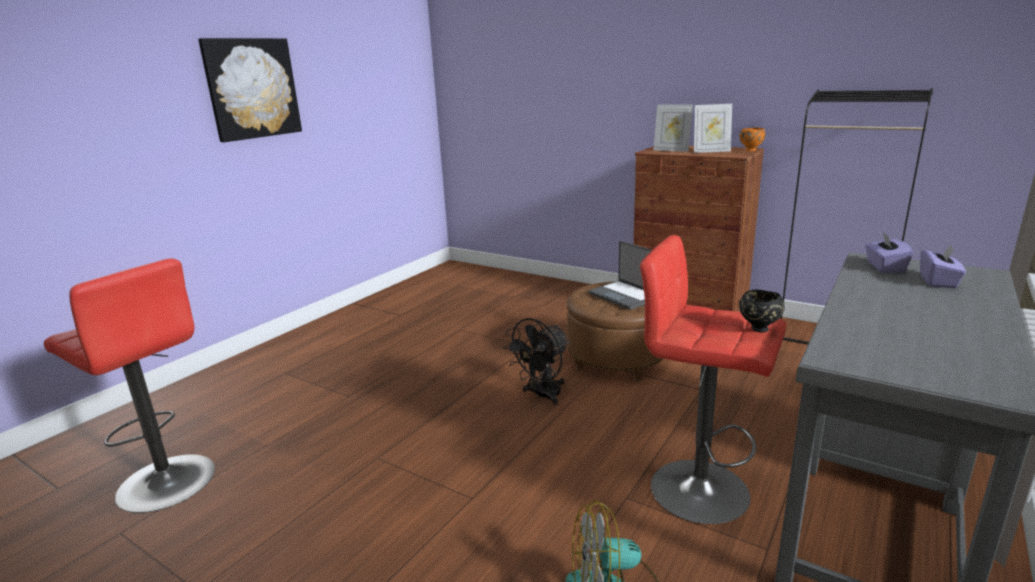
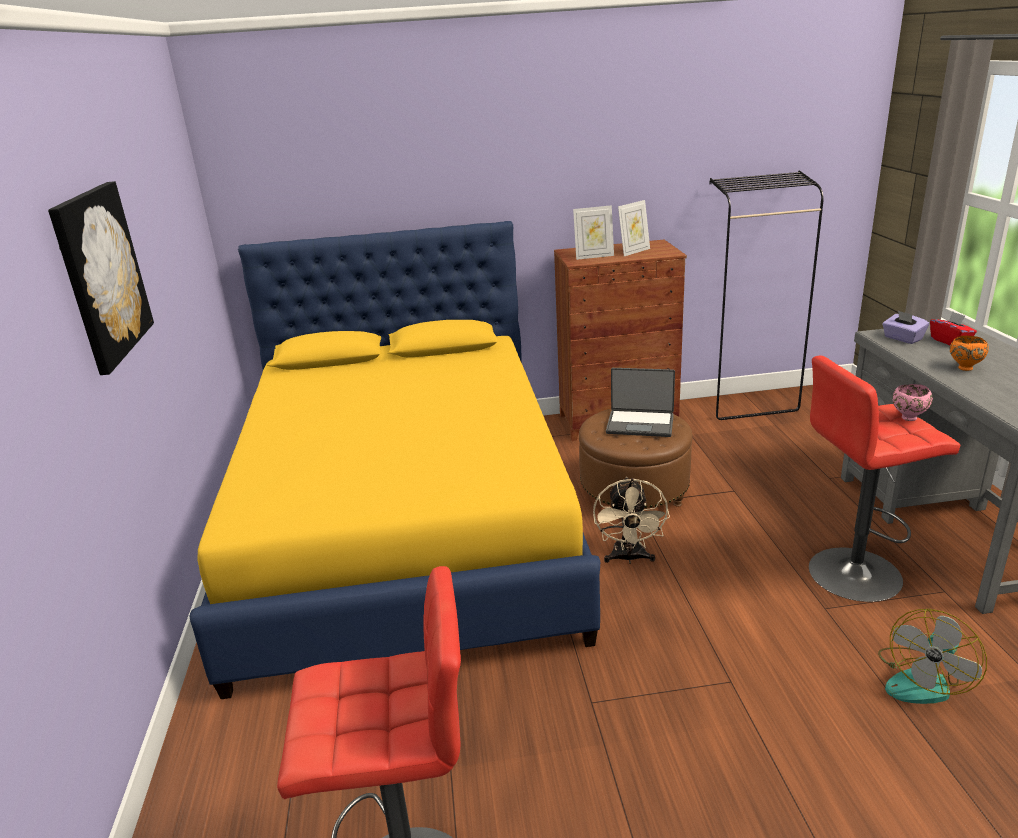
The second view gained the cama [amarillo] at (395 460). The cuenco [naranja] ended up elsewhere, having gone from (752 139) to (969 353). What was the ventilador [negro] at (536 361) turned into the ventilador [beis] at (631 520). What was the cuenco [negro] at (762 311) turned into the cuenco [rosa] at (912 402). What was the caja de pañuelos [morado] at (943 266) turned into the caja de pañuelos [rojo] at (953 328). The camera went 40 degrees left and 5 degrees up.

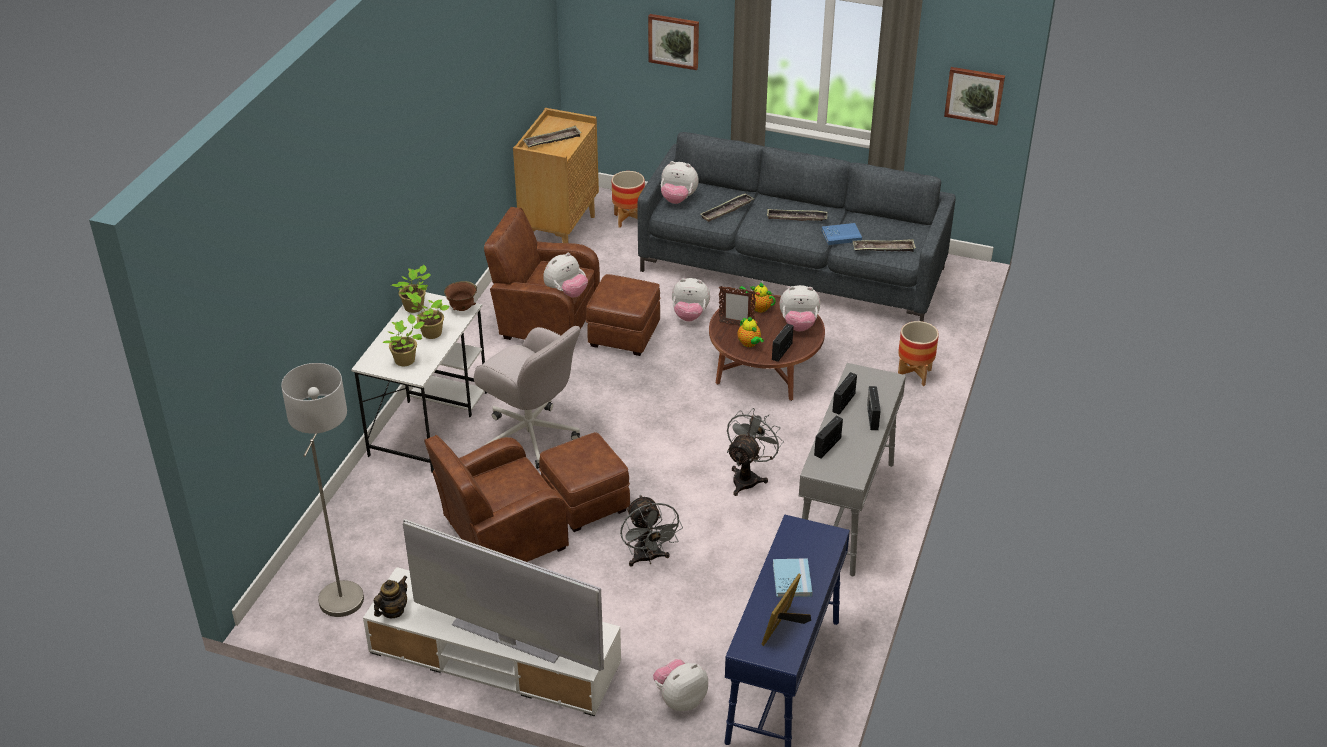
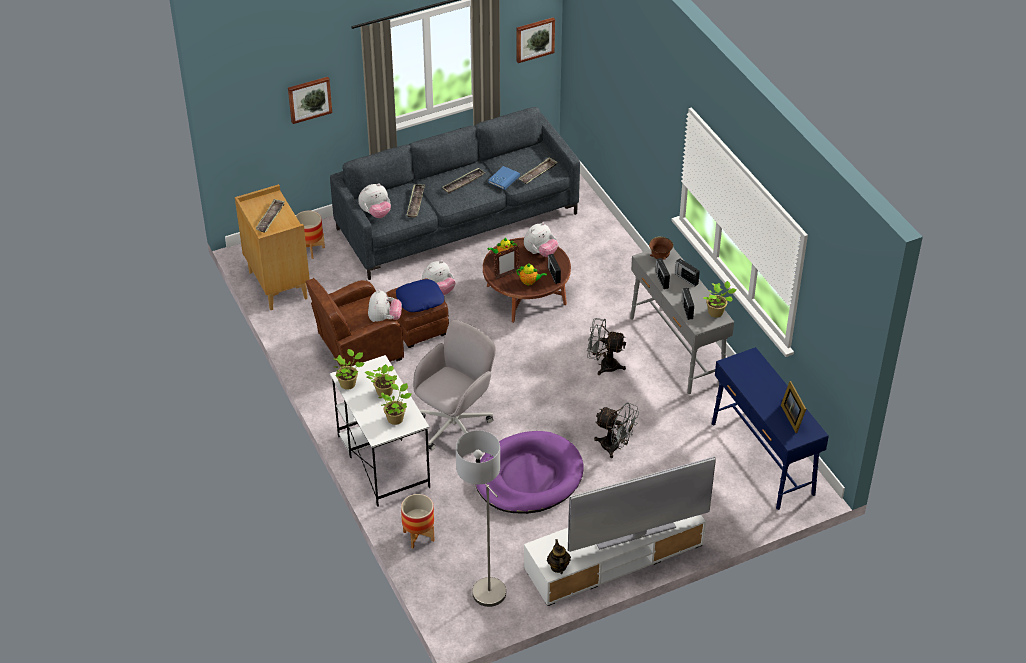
The second view lost the peluche at (680 685). The second view lost the libro [azul] at (792 577). The second view gained the cojín [azul] at (420 295). The second view gained the planta en maceta at (719 299). The cuenco [marrón] ended up elsewhere, having gone from (460 296) to (661 248). The maceta ended up elsewhere, having gone from (918 353) to (418 521). Where the sillón [marrón] stood at (527 497), the cama para perro [morado] came to stand at (529 472). The silla de oficina [gris] at (527 397) ended up facing another way, 45 degrees counterclockwise from before. The ventilador [gris] at (755 452) ended up facing another way, 60 degrees counterclockwise from before. The camera went 45 degrees left and 5 degrees up.

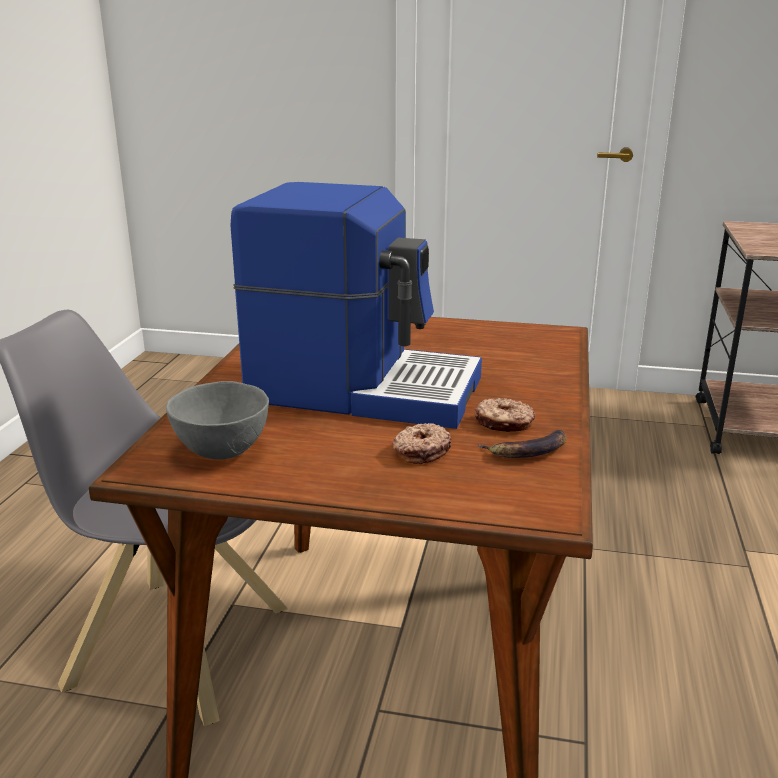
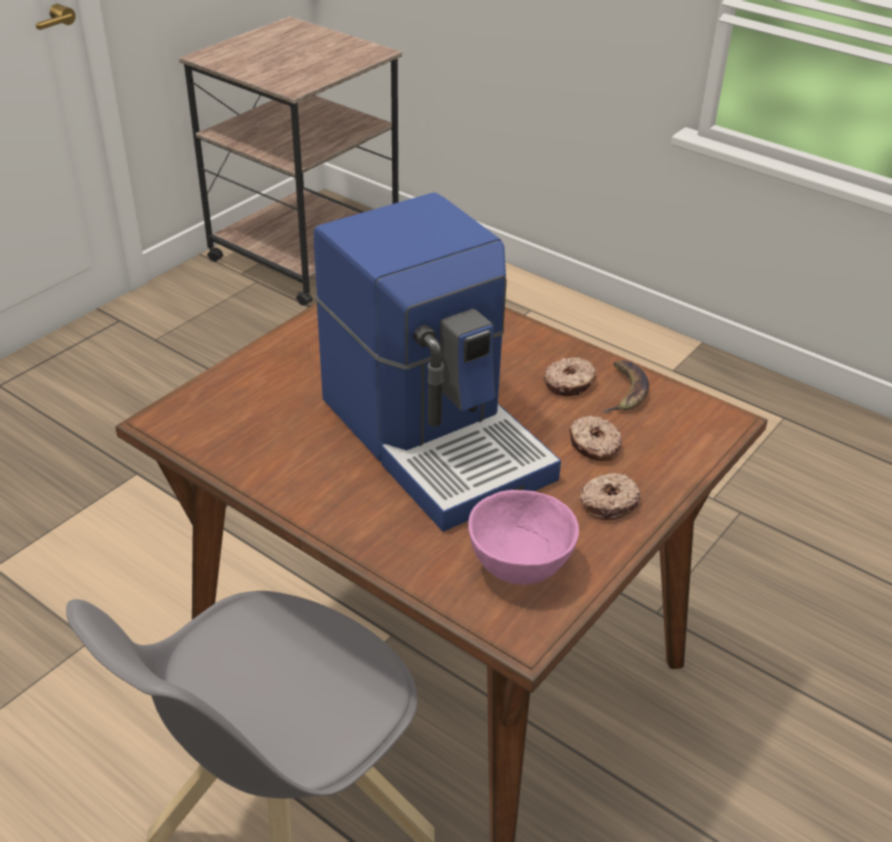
The second view gained the rosquilla at (610 496). What was the cuenco [gris] at (217 420) turned into the cuenco [rosa] at (523 537). The cafetera at (356 305) ended up facing another way, 105 degrees clockwise from before. The camera went 65 degrees left and 15 degrees up.

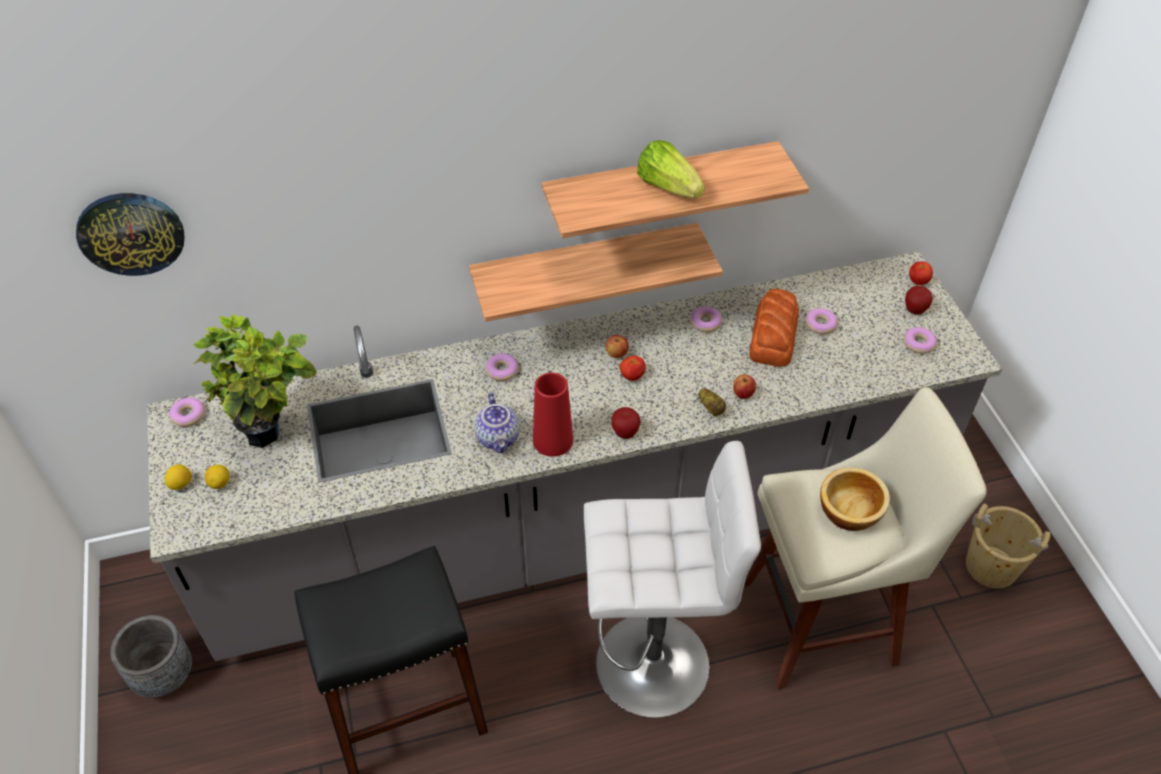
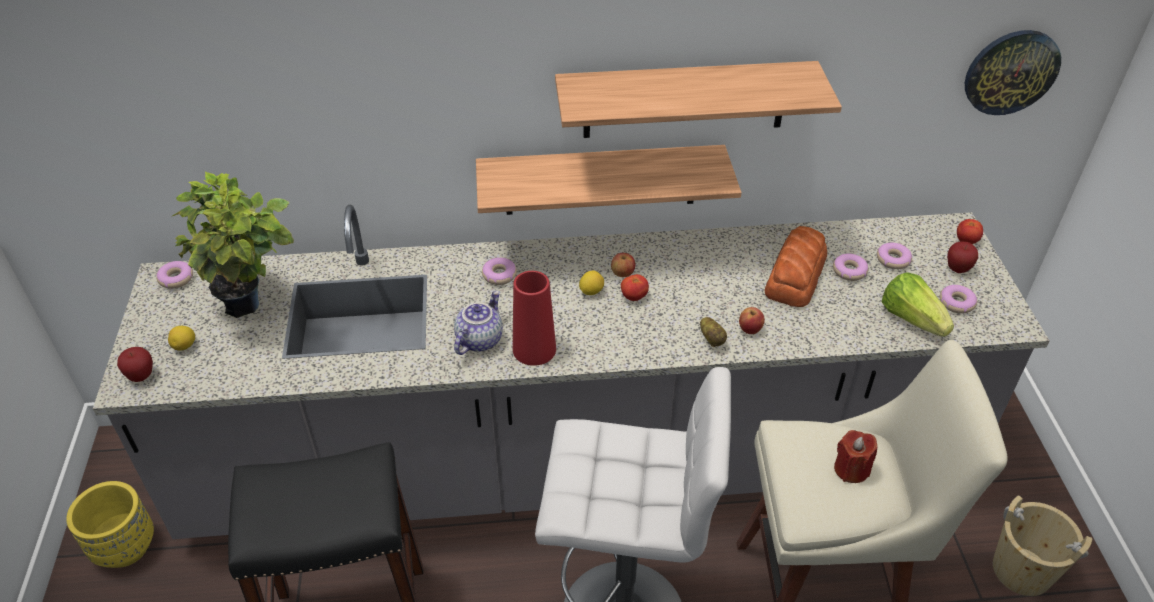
The reloj de pared ended up elsewhere, having gone from (130 234) to (1013 72). The limón ended up elsewhere, having gone from (178 477) to (591 283). The manzana ended up elsewhere, having gone from (626 423) to (135 364). The lechuga ended up elsewhere, having gone from (671 169) to (918 304). The rosquilla ended up elsewhere, having gone from (706 320) to (894 256). Where the cuenco stood at (855 499), the vela [rojo] came to stand at (855 456). What was the maceta [gris] at (151 656) turned into the maceta [amarillo] at (110 524). The tetera at (497 422) ended up facing another way, 150 degrees counterclockwise from before. The camera went 10 degrees right and 5 degrees down.

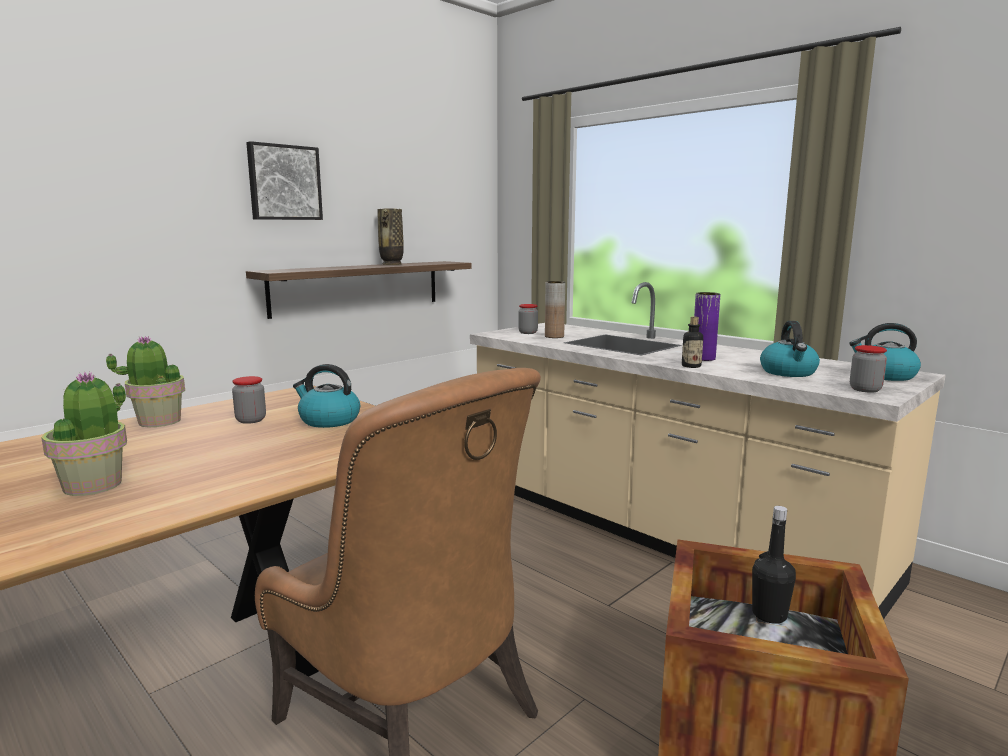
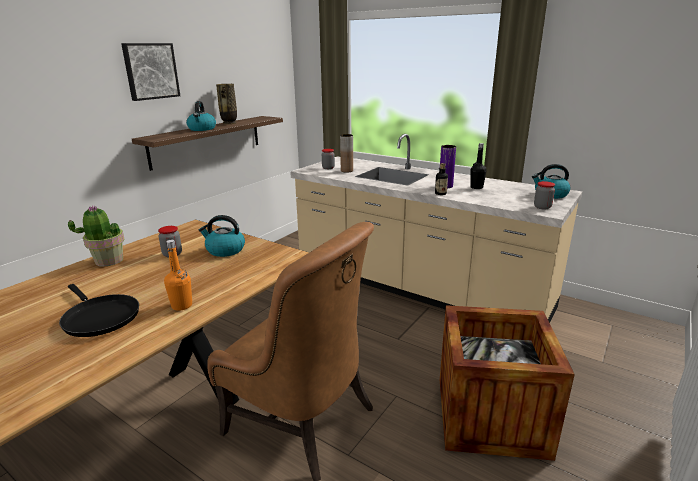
The second view gained the botella [naranja] at (178 275). The botella [negro] ended up elsewhere, having gone from (774 565) to (478 166). The hervidor ended up elsewhere, having gone from (790 349) to (201 116). Where the planta en maceta stood at (84 434), the sartén [negro] came to stand at (99 310). The camera went 10 degrees left and 10 degrees up.

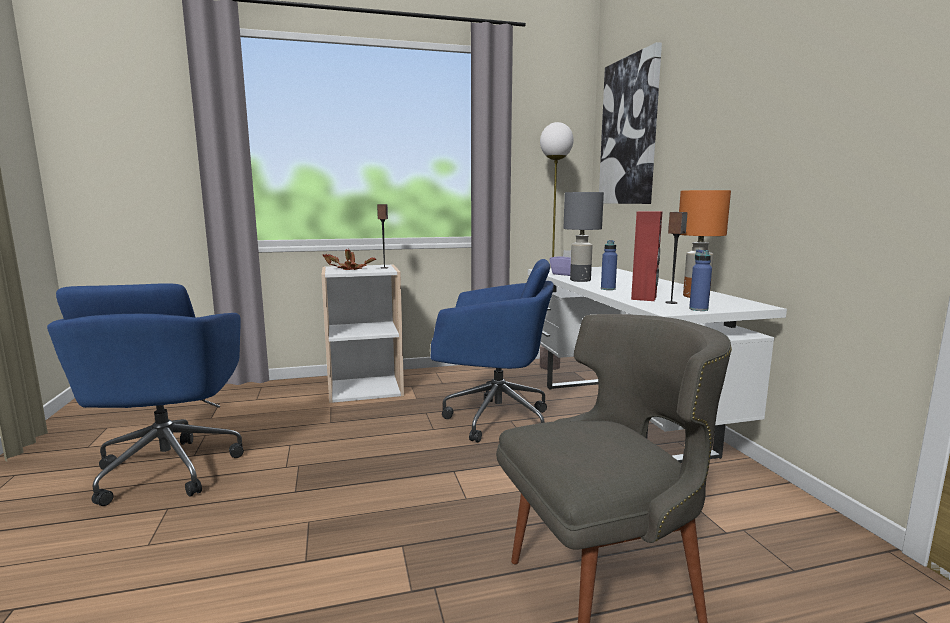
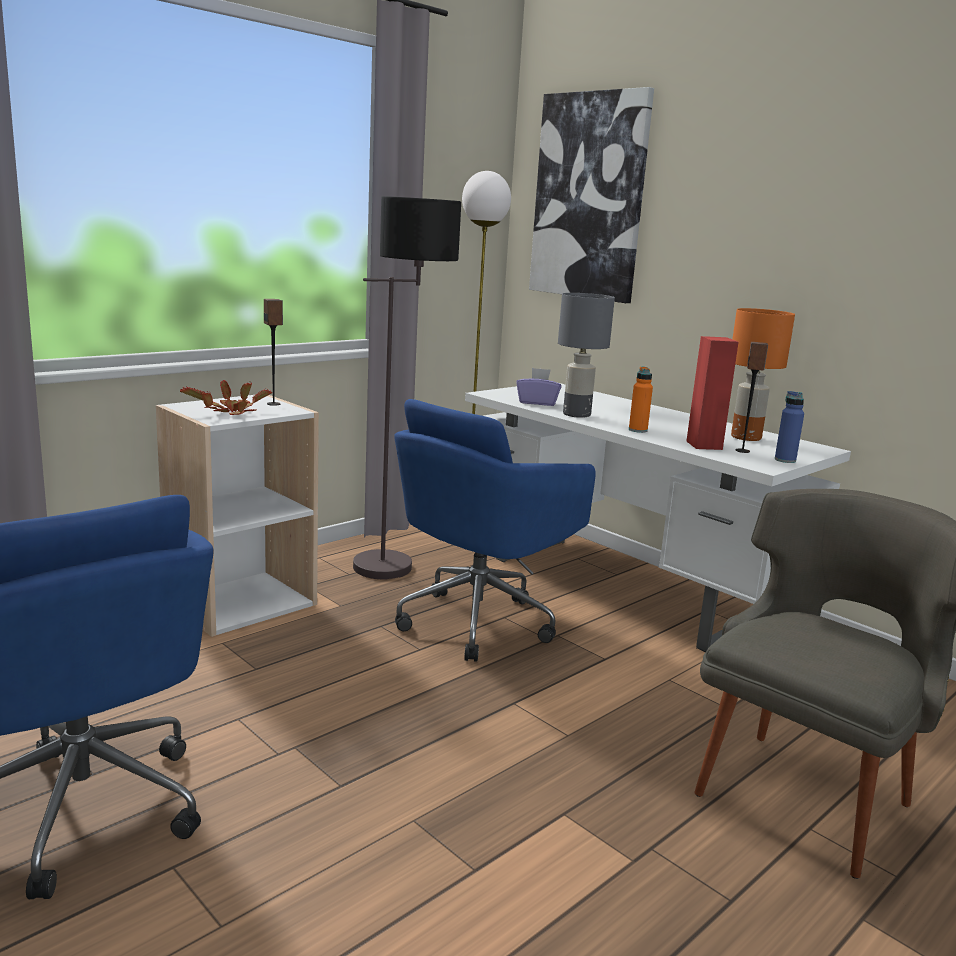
The second view gained the lámpara de pie [negro] at (407 387). What was the botella [azul] at (609 265) turned into the botella [naranja] at (641 400). The silla de oficina [azul] at (492 350) ended up facing another way, 150 degrees clockwise from before. The camera went 30 degrees left and 5 degrees up.

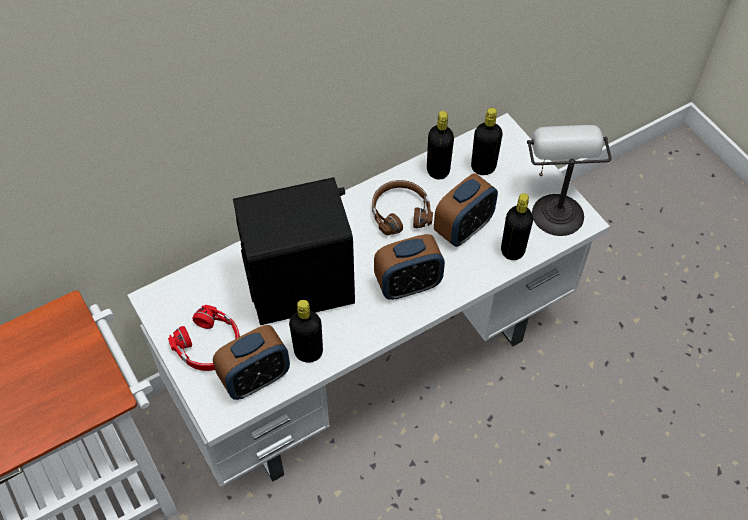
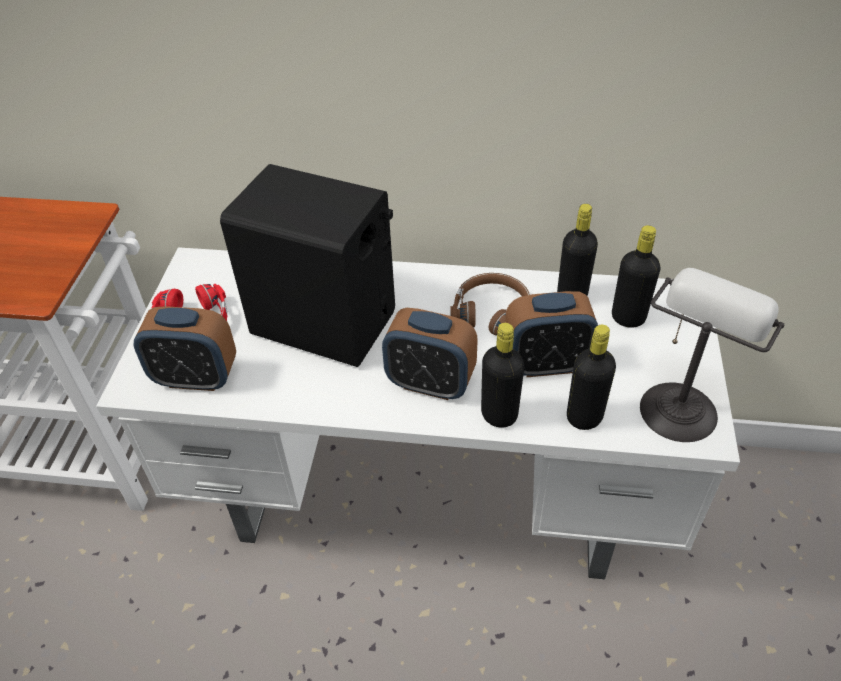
The botella [negro] ended up elsewhere, having gone from (306 331) to (502 375). The camera went 40 degrees right and 10 degrees down.

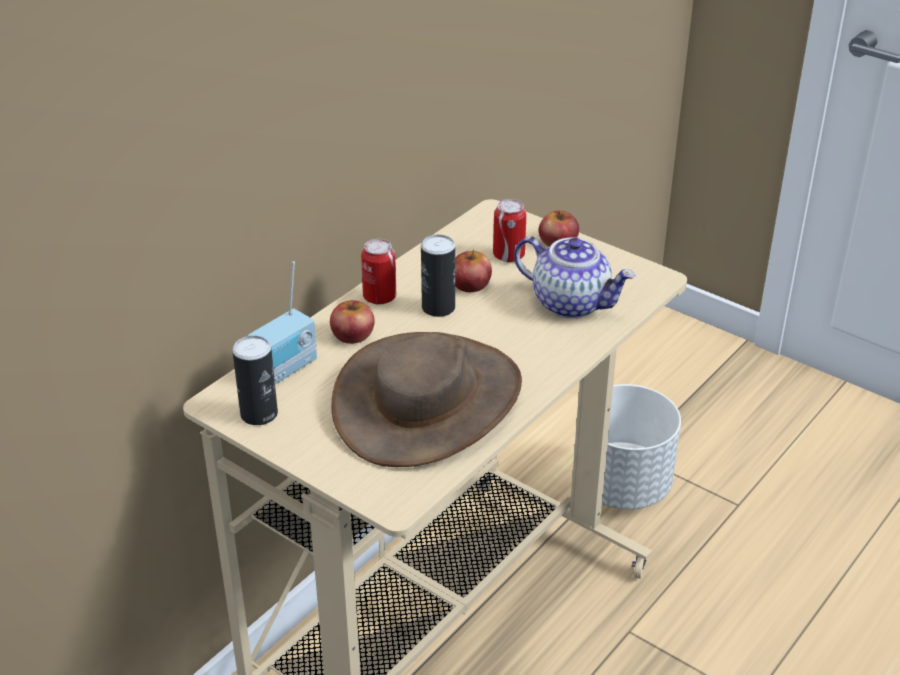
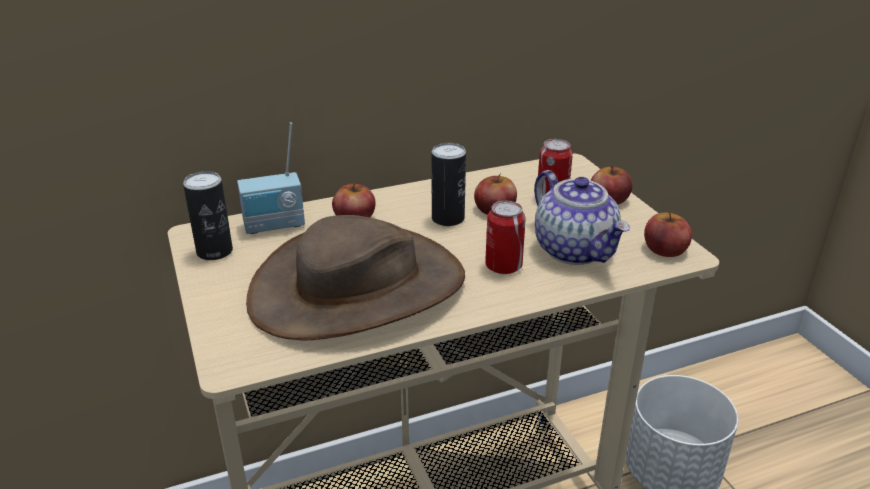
The second view gained the manzana at (668 233). The lata ended up elsewhere, having gone from (378 272) to (505 237). The camera went 30 degrees right and 5 degrees down.

